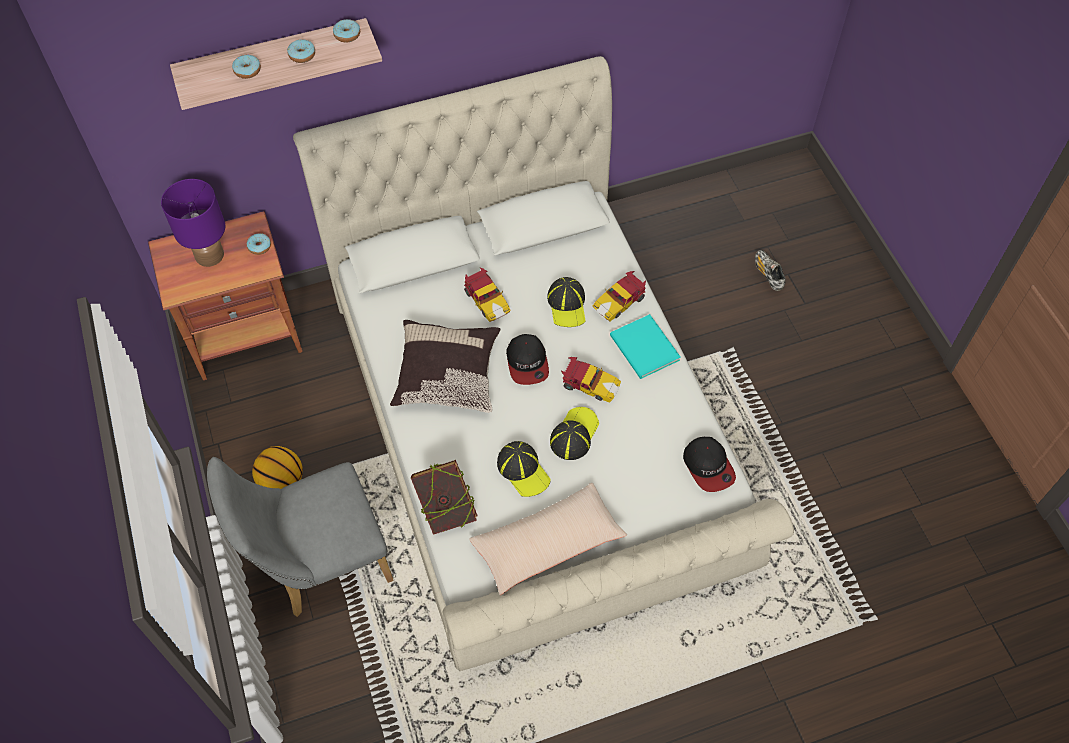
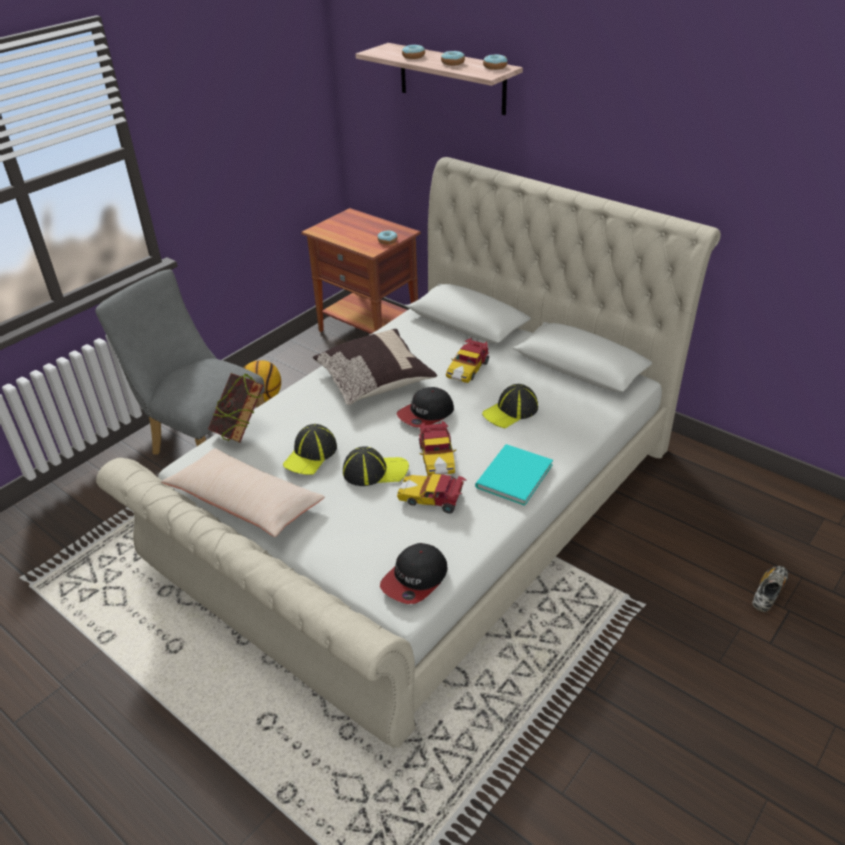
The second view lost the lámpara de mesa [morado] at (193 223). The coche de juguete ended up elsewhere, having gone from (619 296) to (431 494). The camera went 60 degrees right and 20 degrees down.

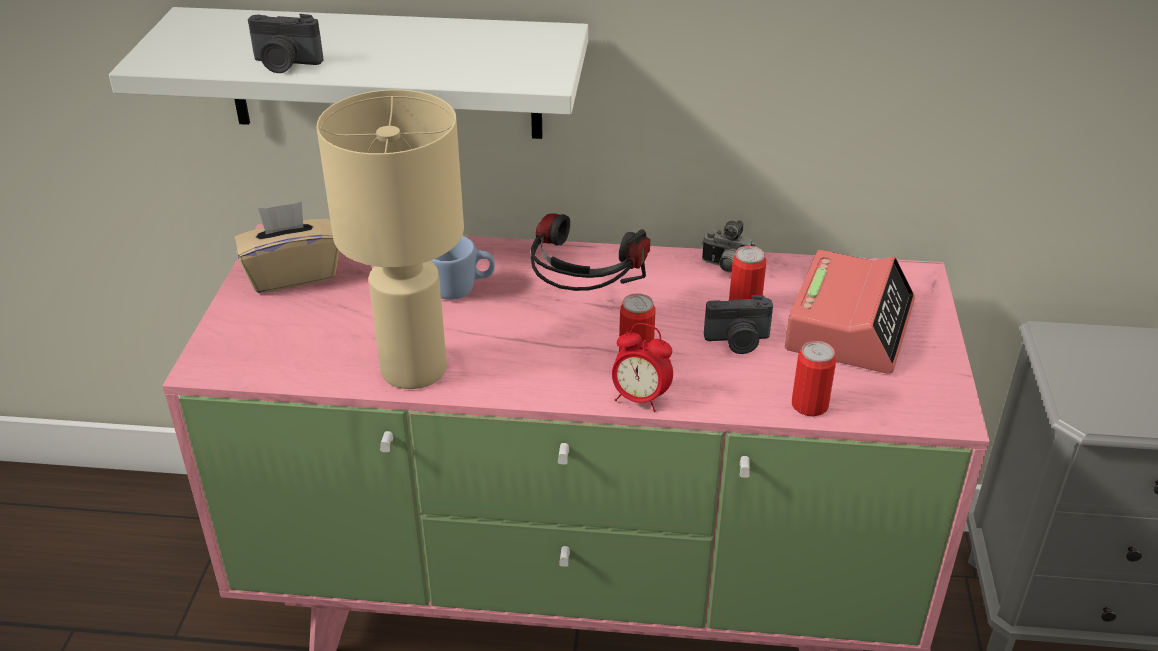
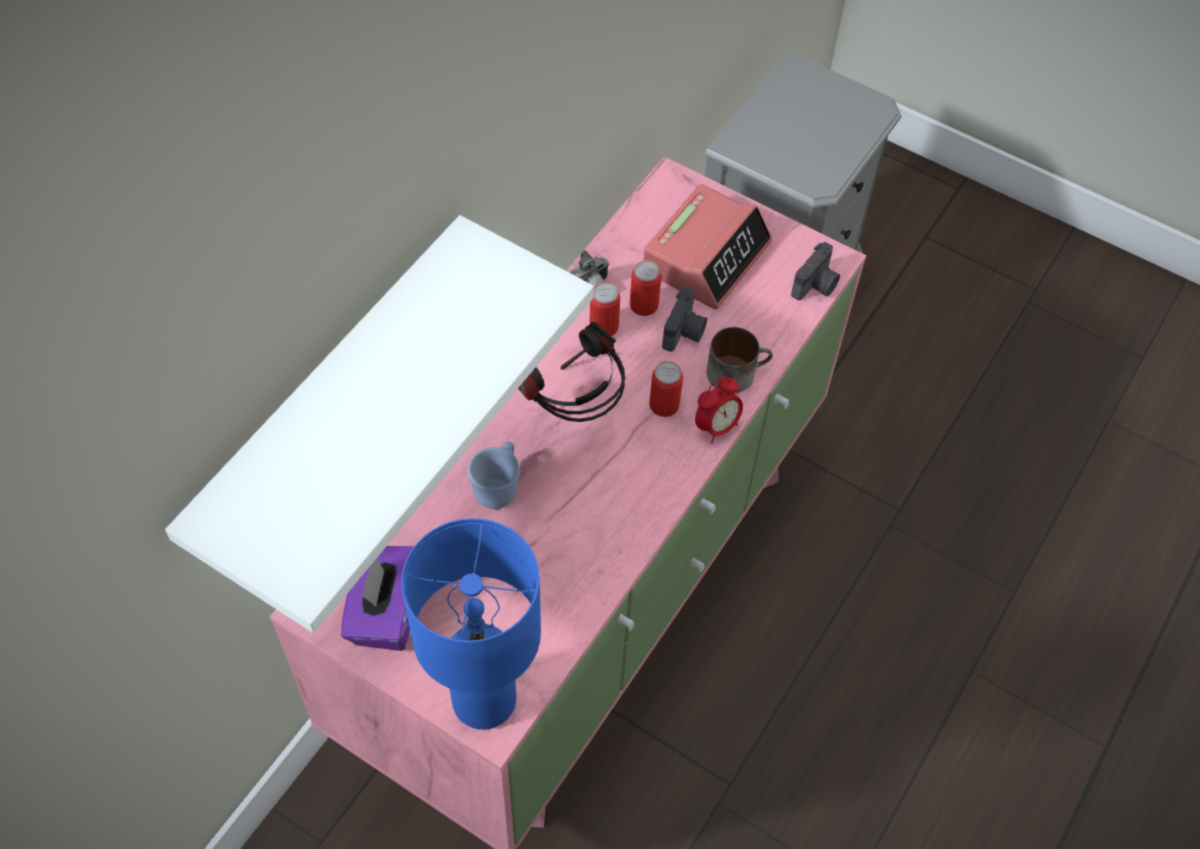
The second view lost the lámpara de mesa [beis] at (390 239). The second view gained the lámpara de mesa [azul] at (471 624). The second view gained the taza grande at (740 360). The cámara ended up elsewhere, having gone from (286 43) to (815 271). The lata ended up elsewhere, having gone from (814 378) to (604 309). What was the caja de pañuelos [beis] at (286 247) turned into the caja de pañuelos [morado] at (377 598). The despertador at (850 312) ended up facing another way, 75 degrees clockwise from before. The camera went 65 degrees left and 20 degrees up.

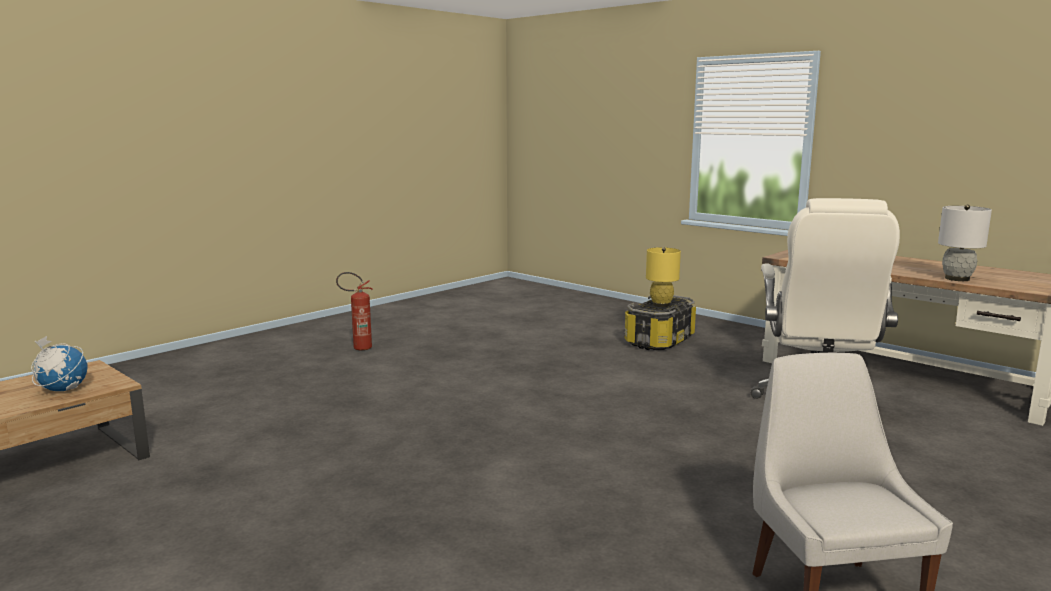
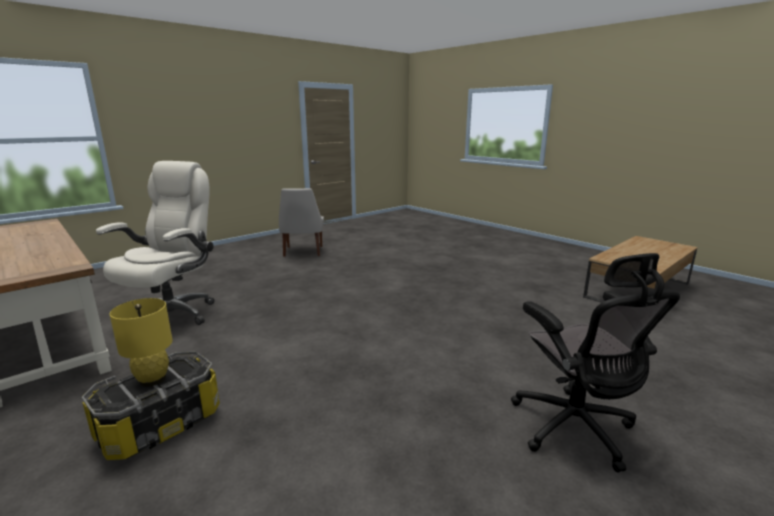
The second view lost the globo terráqueo at (59 363). The second view lost the lámpara de mesa [blanco] at (965 243). Where the extintor stood at (354 311), the silla de oficina came to stand at (595 363). The camera went 175 degrees left and 5 degrees up.

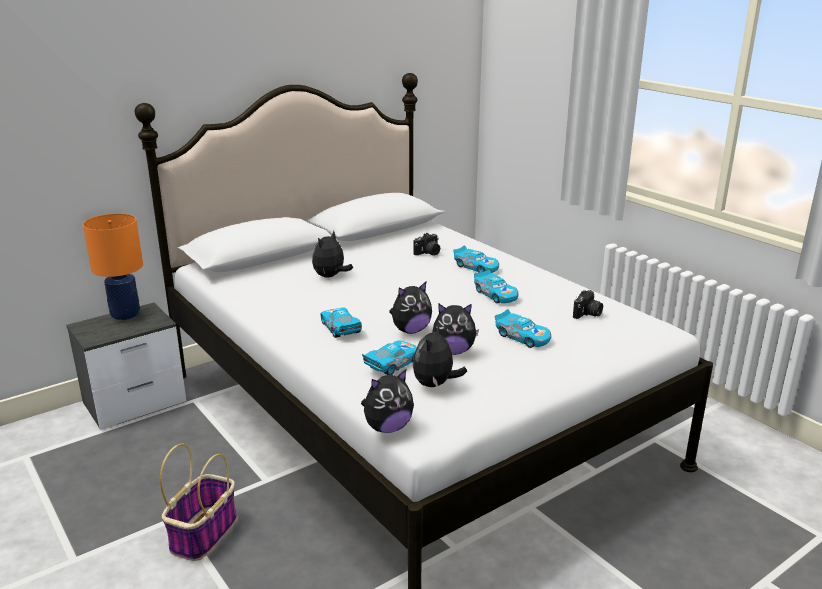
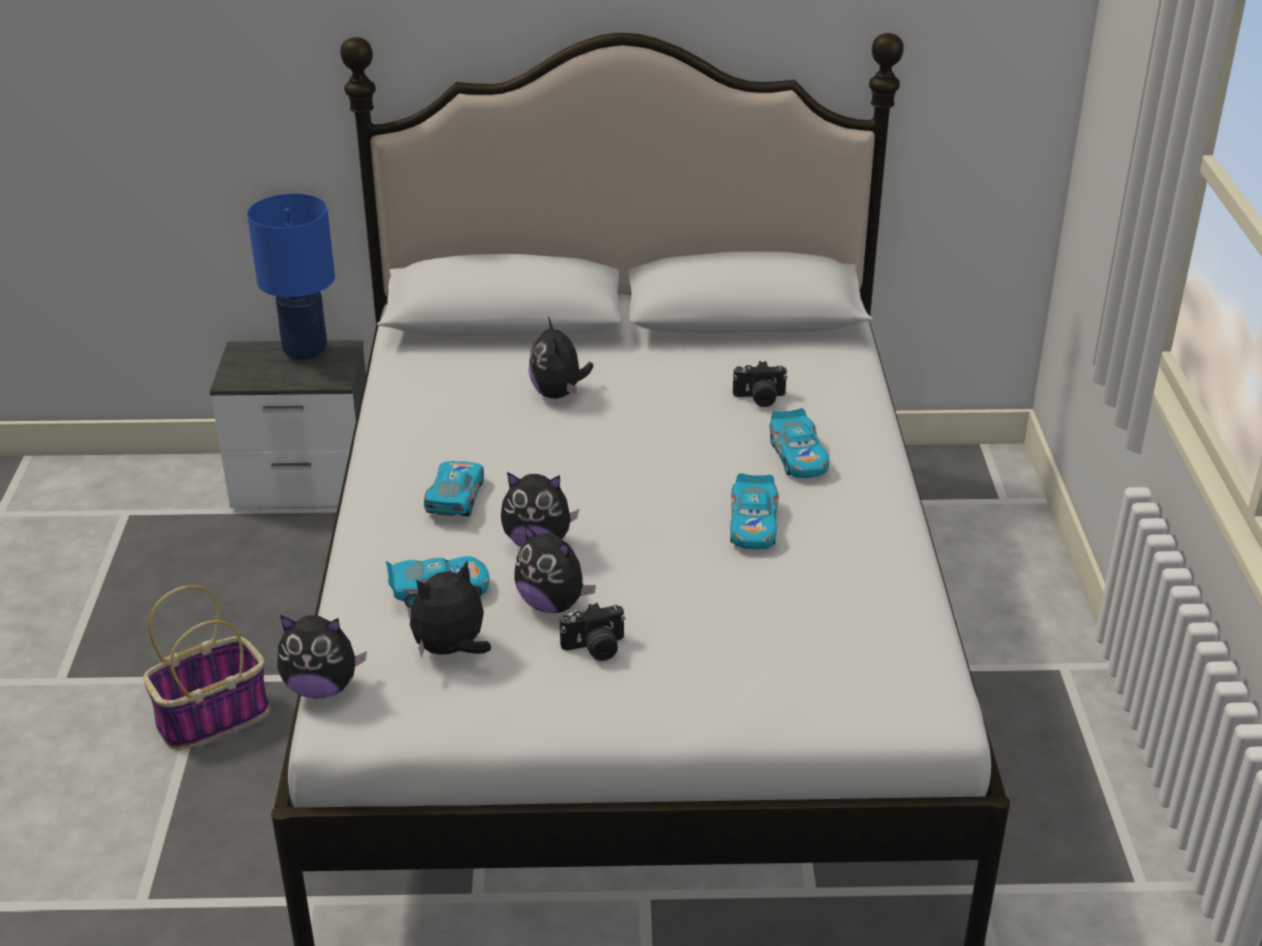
The second view lost the coche de juguete at (523 328). The cámara ended up elsewhere, having gone from (588 304) to (593 632). What was the lámpara de mesa [naranja] at (113 266) turned into the lámpara de mesa [azul] at (291 276). The peluche at (332 254) ended up facing another way, 75 degrees counterclockwise from before. The camera went 35 degrees right and 10 degrees up.

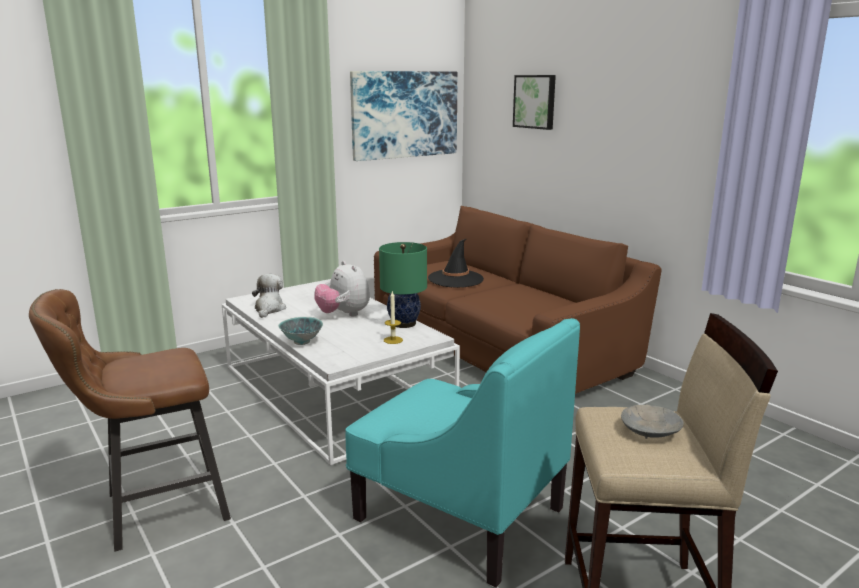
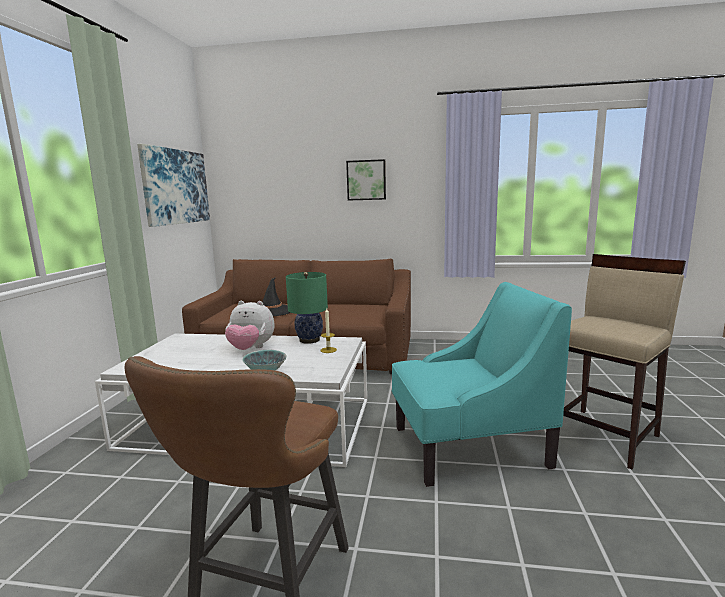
The second view lost the peluche at (269 296). The second view lost the cuenco [gris] at (652 422). The cuadro ended up elsewhere, having gone from (534 102) to (366 179). The camera went 45 degrees left and 5 degrees down.

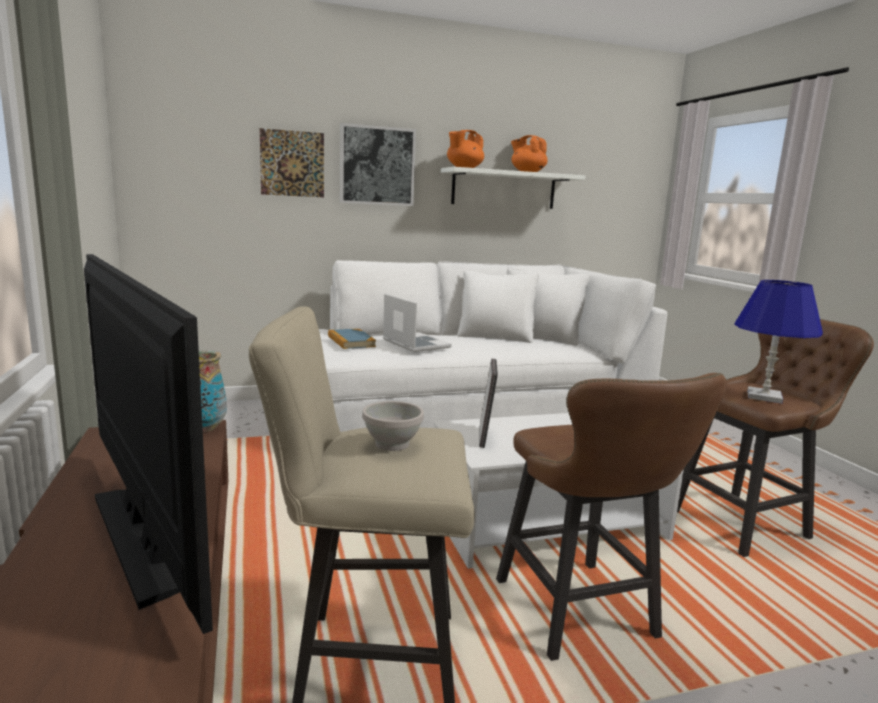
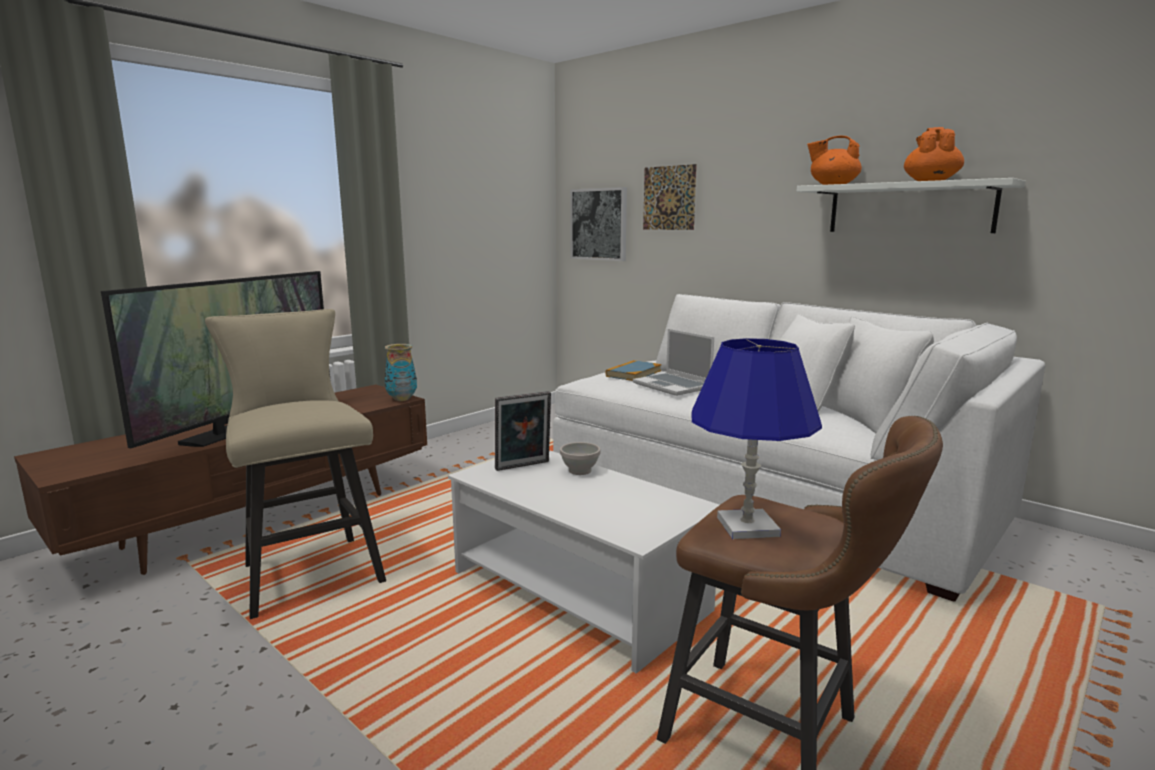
The second view lost the taburete [marrón] at (611 517). The cuadro ended up elsewhere, having gone from (378 164) to (598 224). The cuenco [blanco] ended up elsewhere, having gone from (393 426) to (580 458). The portátil at (417 323) ended up facing another way, 120 degrees clockwise from before. The camera went 60 degrees right and 0 degrees up.

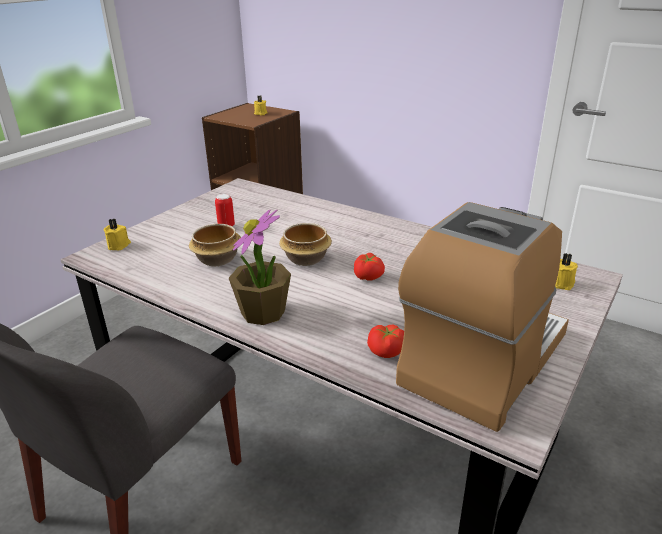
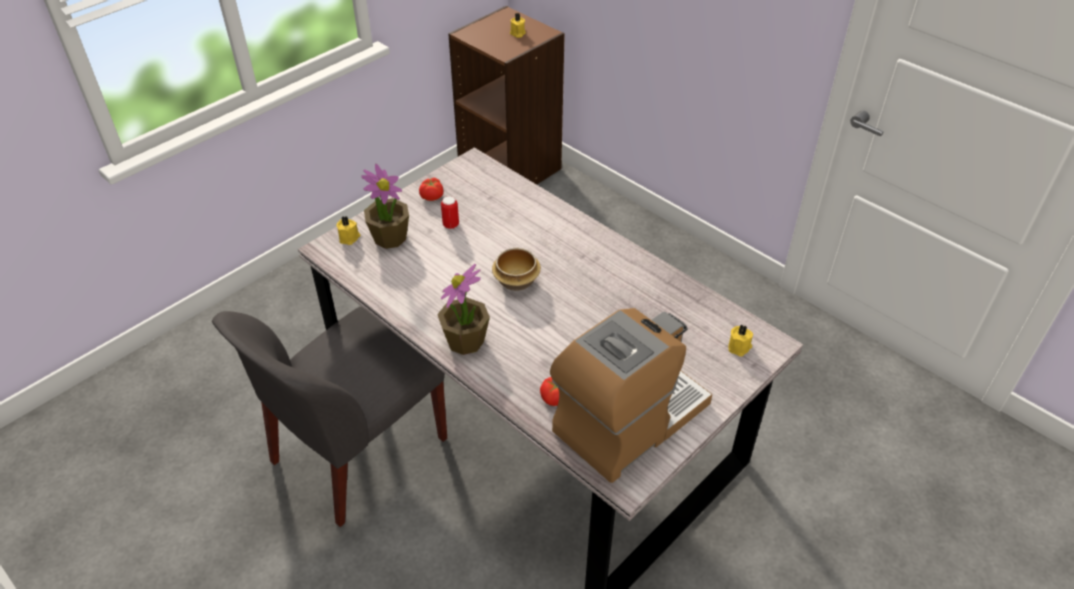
The second view lost the cuenco at (215 245). The second view gained the planta en maceta at (385 206). The tomate ended up elsewhere, having gone from (369 267) to (431 189). The camera went 10 degrees right and 15 degrees up.

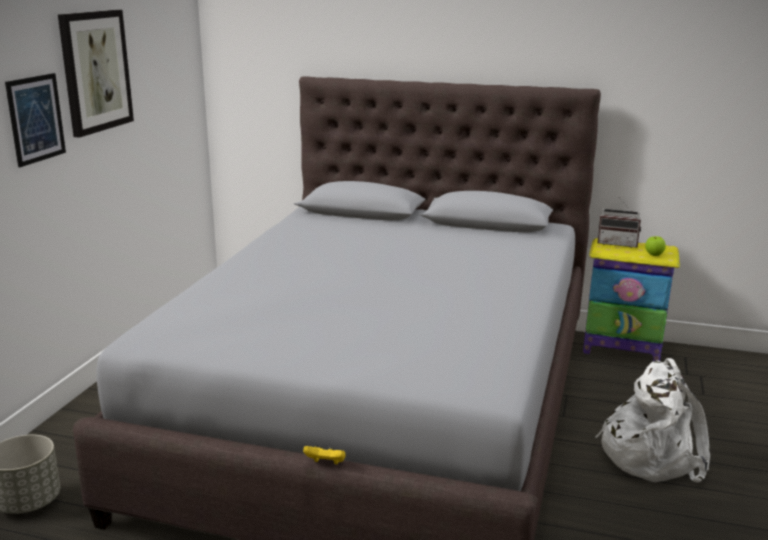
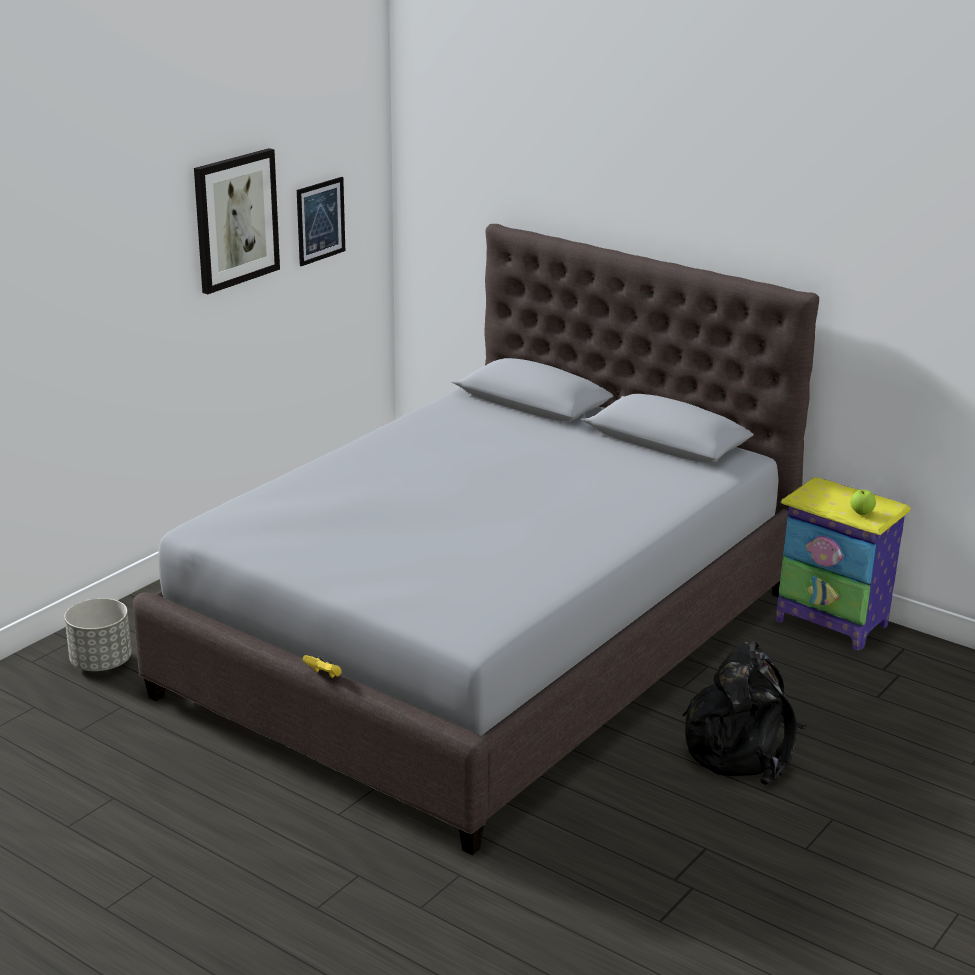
The second view lost the radio at (619 222). The cuadro ended up elsewhere, having gone from (35 120) to (321 221). What was the mochila [blanco] at (652 420) turned into the mochila [negro] at (744 713). The camera went 20 degrees right and 5 degrees up.

